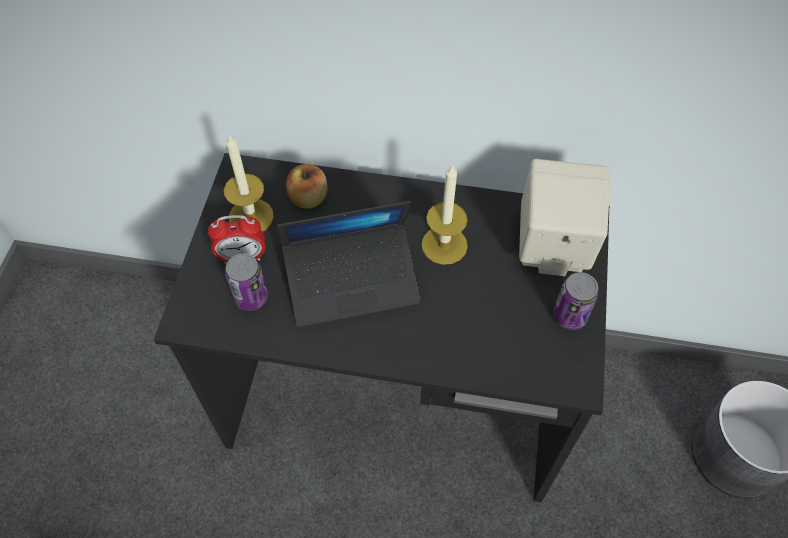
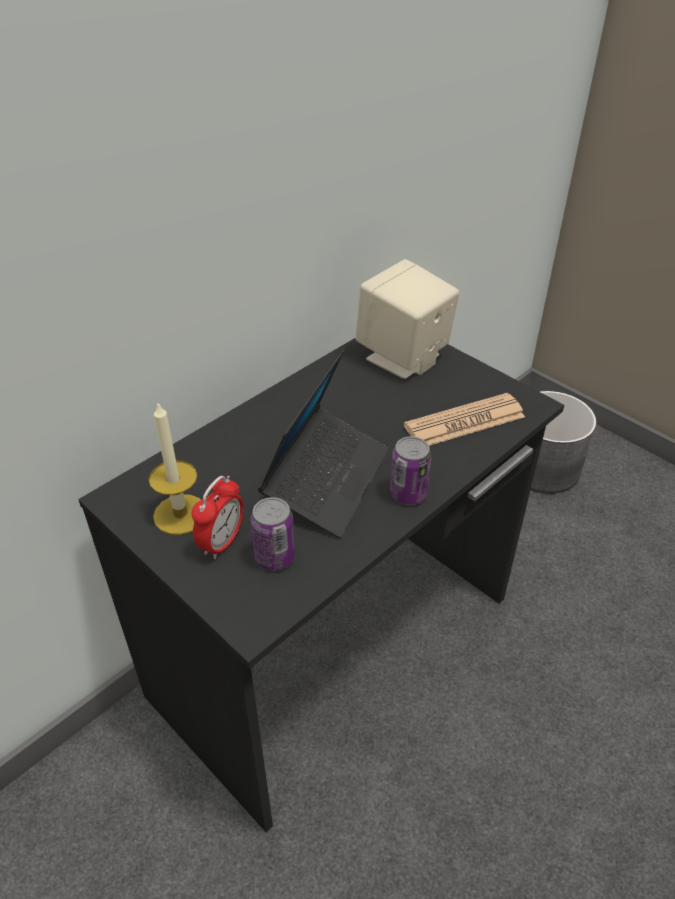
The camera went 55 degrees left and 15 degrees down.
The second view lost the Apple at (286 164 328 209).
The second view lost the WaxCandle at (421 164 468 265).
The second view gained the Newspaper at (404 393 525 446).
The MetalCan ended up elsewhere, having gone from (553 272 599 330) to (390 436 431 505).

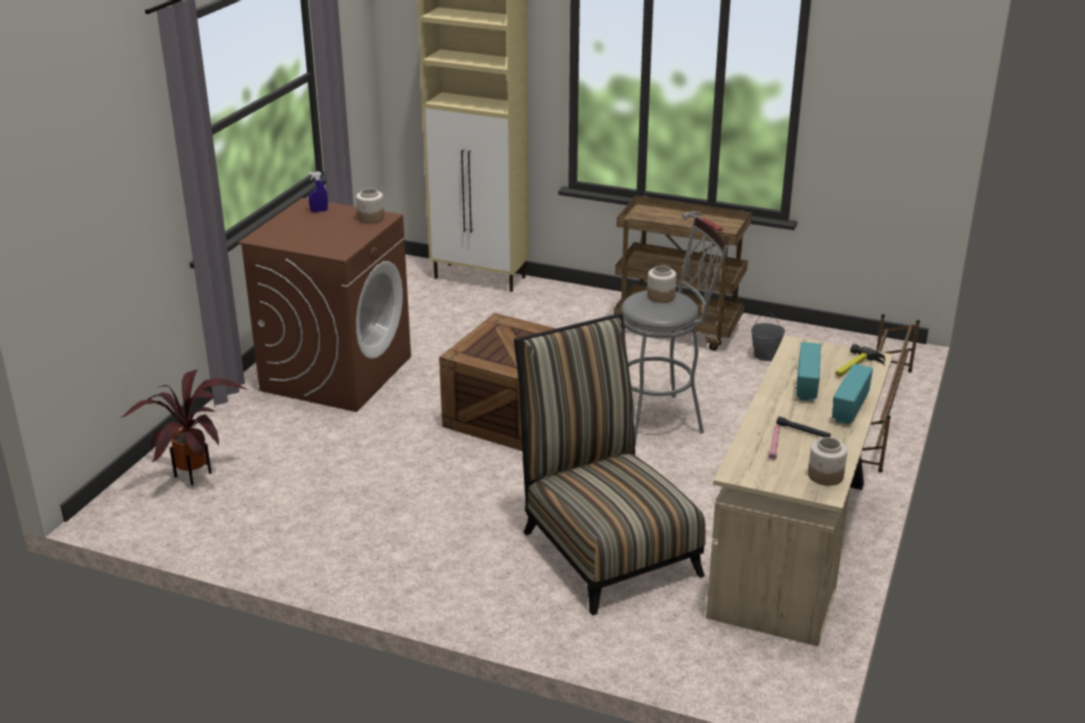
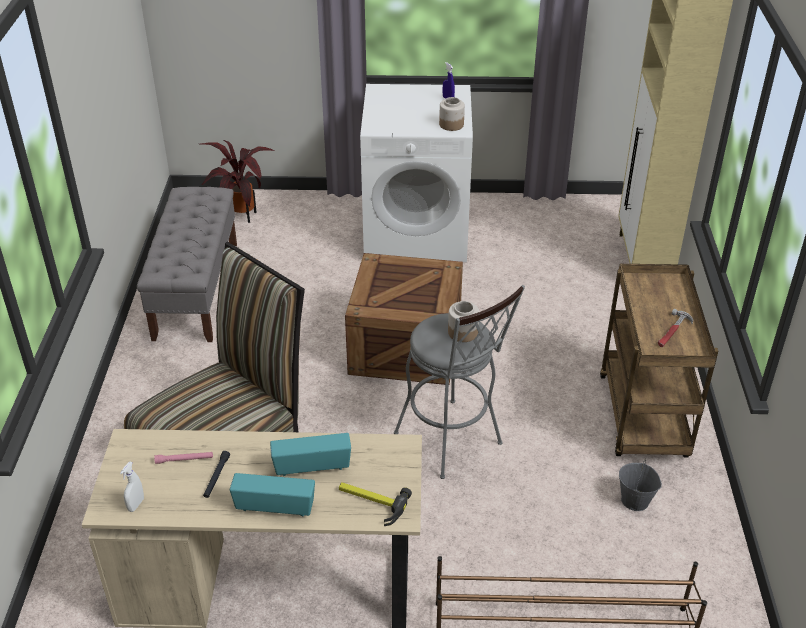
The camera went 70 degrees right and 10 degrees up.
The second view gained the GreyIndoorBench at (137 187 237 342).
Where the StorageJar stood at (808 437 847 486), the WhiteSprayBottle came to stand at (120 462 144 512).
What was the BrownWashingMachine at (238 198 411 412) turned into the WhiteWashingMachine at (360 84 473 262).

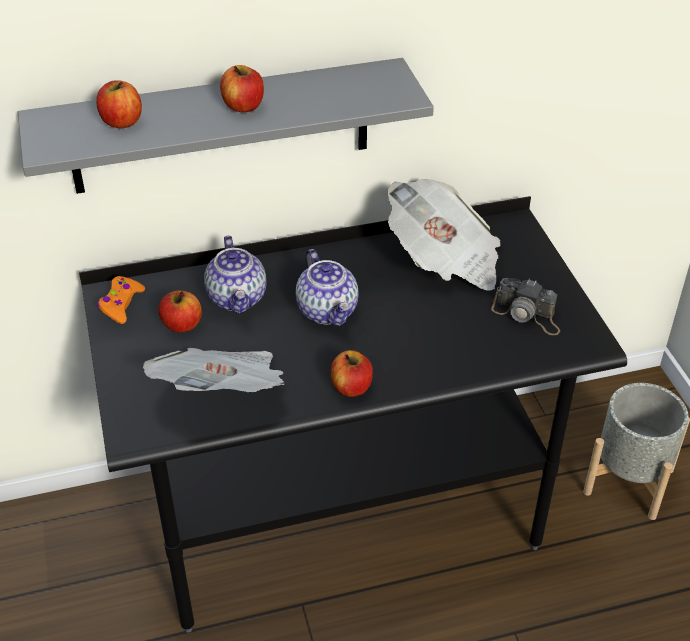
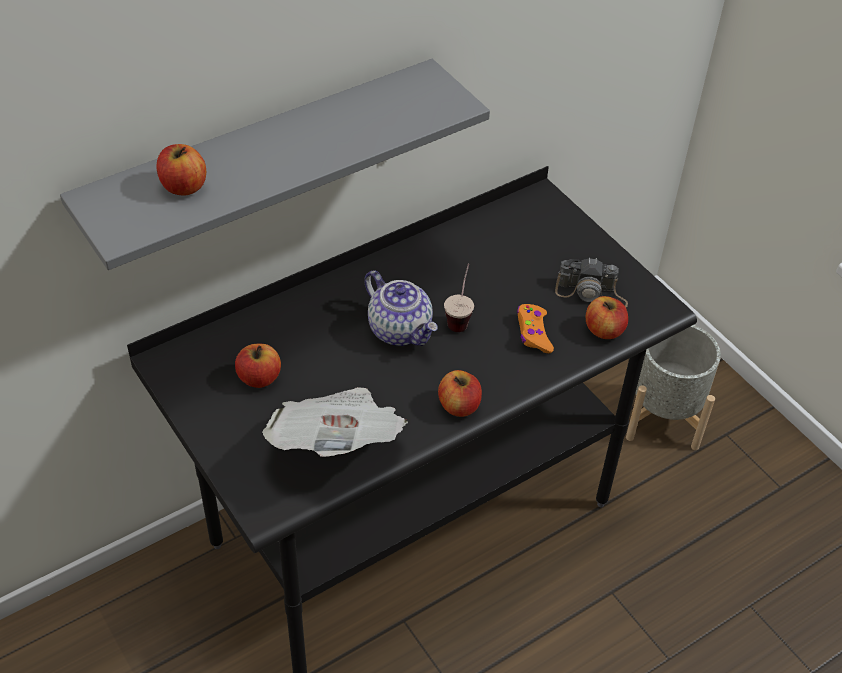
The camera went 20 degrees left and 5 degrees up.
The second view lost the TeaPot at (204 236 266 314).
The second view lost the Newspaper at (388 179 500 291).
The second view gained the DrinkingCup at (444 263 474 332).
The OrangeGamepad ended up elsewhere, having gone from (97 276 145 324) to (517 304 554 353).
The Apple ended up elsewhere, having gone from (220 65 264 112) to (586 296 628 339).

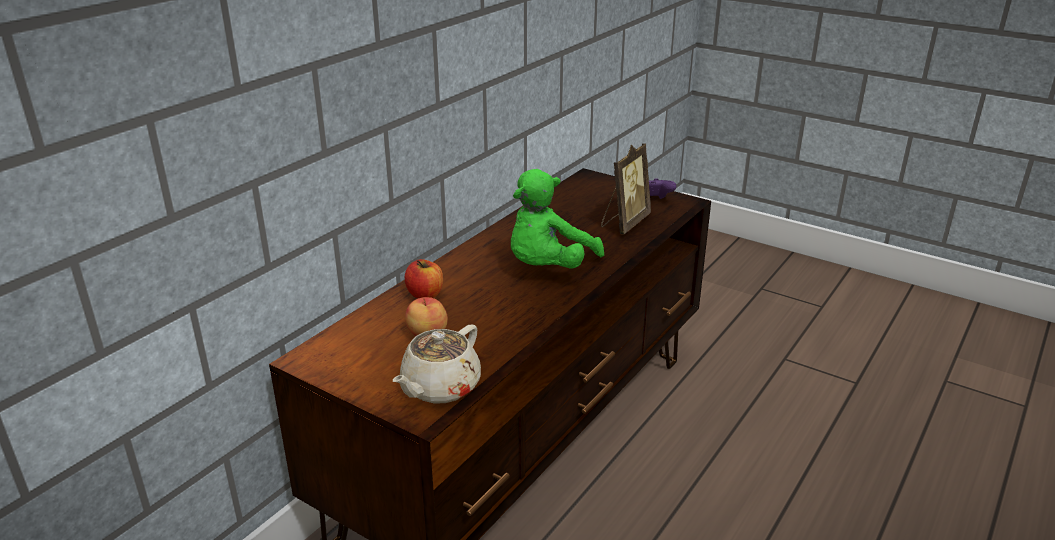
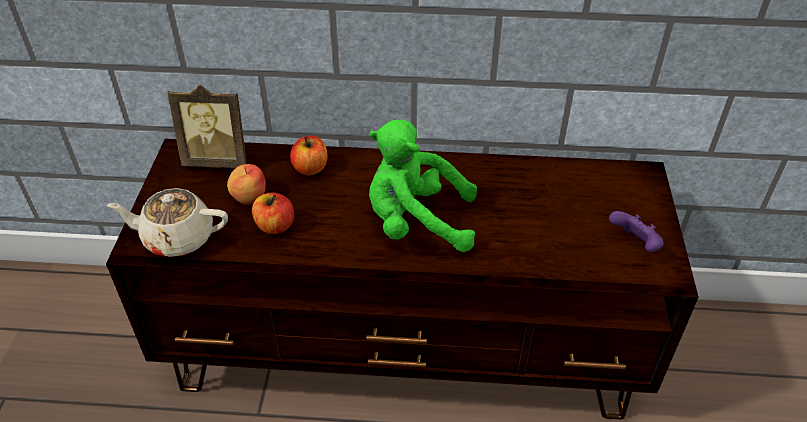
The camera went 60 degrees right and 15 degrees up.
The second view gained the Apple at (252 193 294 234).
The StandingFrame ended up elsewhere, having gone from (601 143 651 235) to (168 85 247 168).

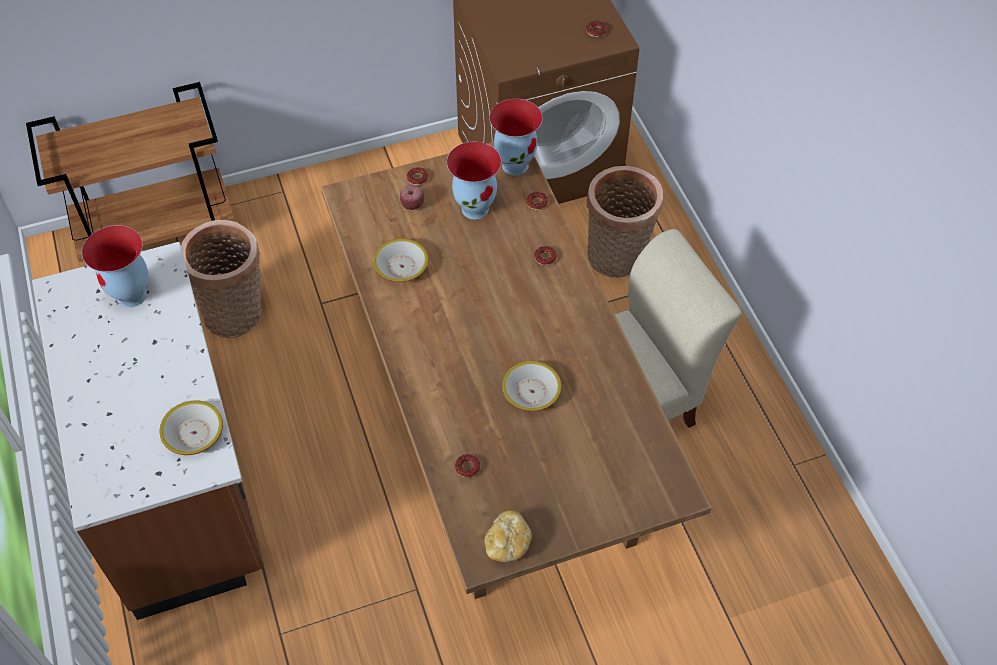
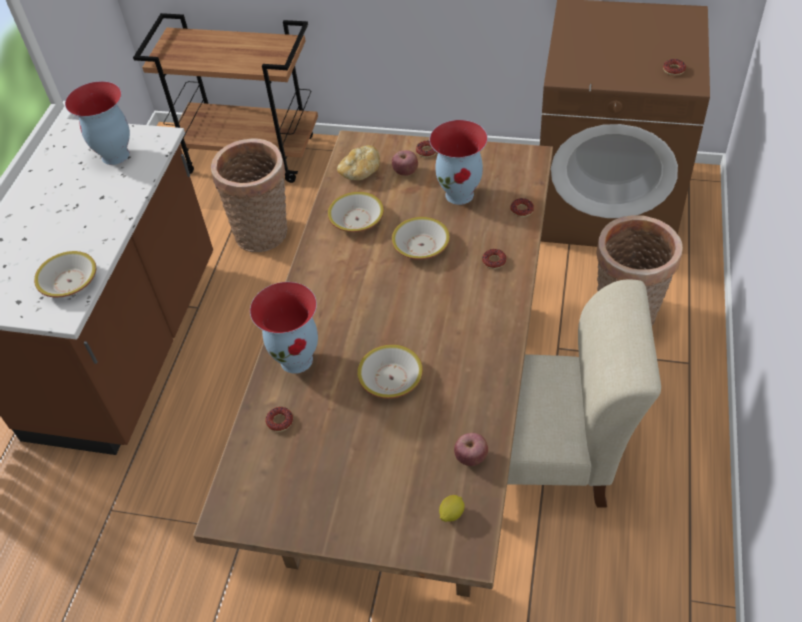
The camera went 35 degrees right and 5 degrees down.
The second view gained the Bowl at (392 217 450 260).
The second view gained the Lemon at (439 495 465 522).
The second view gained the Apple at (454 433 488 466).
The BakedBread ended up elsewhere, having gone from (484 510 532 562) to (337 145 380 180).
The DecorativeVase ended up elsewhere, having gone from (489 99 543 176) to (250 282 318 374).

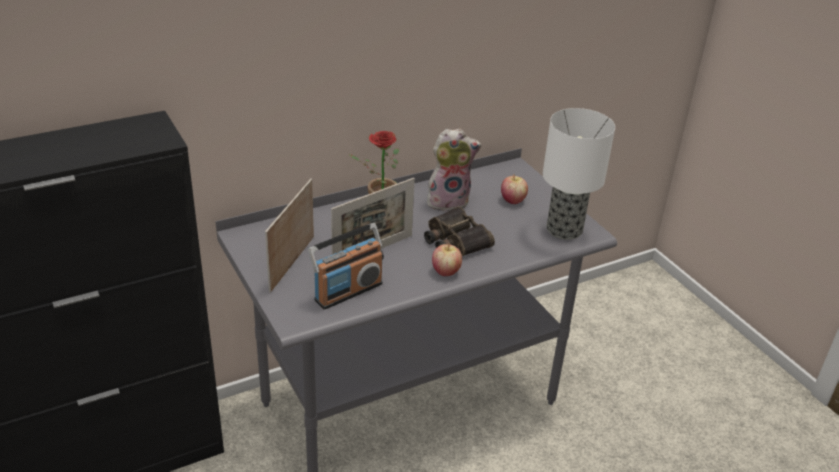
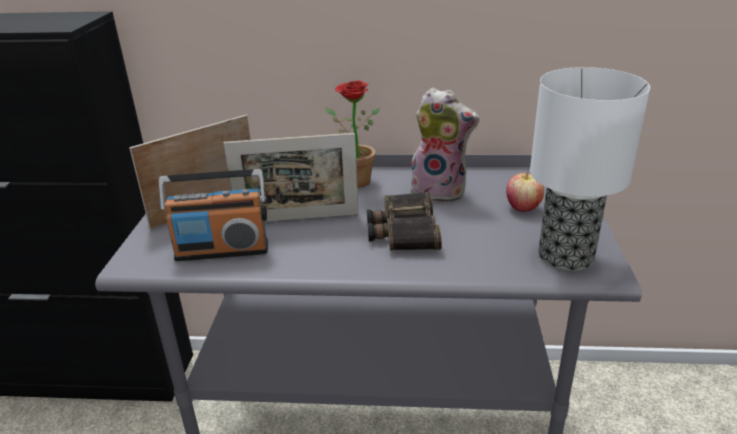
The camera went 35 degrees right and 5 degrees down.
The second view lost the Apple at (432 243 462 276).

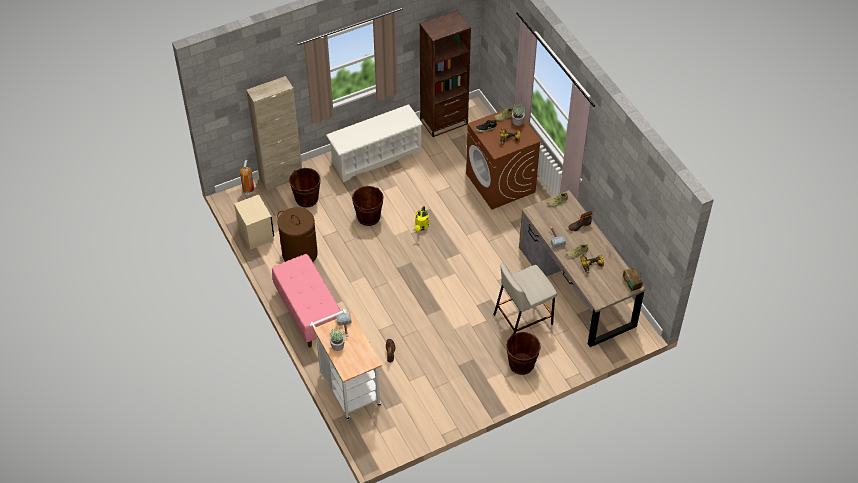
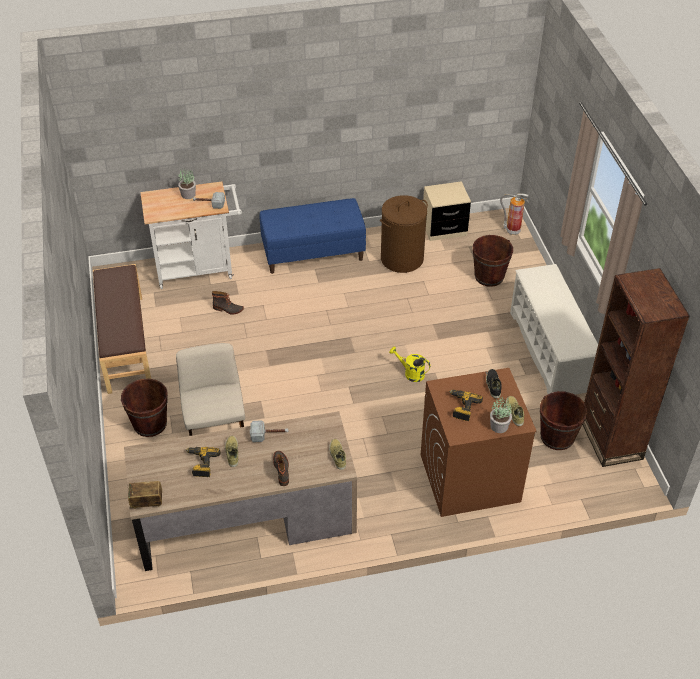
The camera went 105 degrees right and 5 degrees down.
The second view lost the SandColouredCabinet at (246 76 302 191).
The second view gained the BrownIndoorBench at (93 264 151 394).
The BrownPail ended up elsewhere, having gone from (352 186 384 226) to (540 391 587 450).
What was the PinkColouredIndoorBench at (272 254 341 348) turned into the BluishIndoorBench at (259 198 366 274).

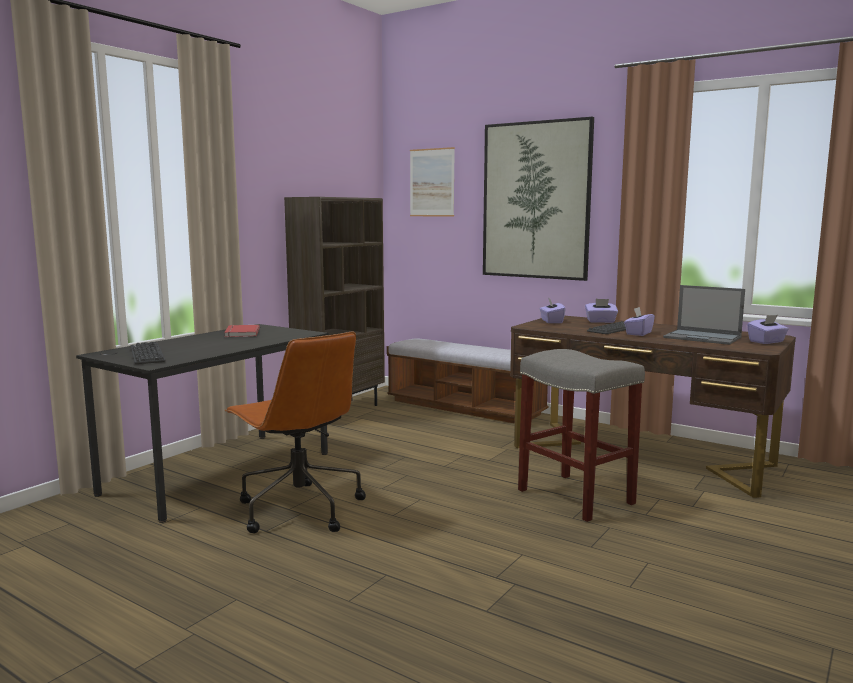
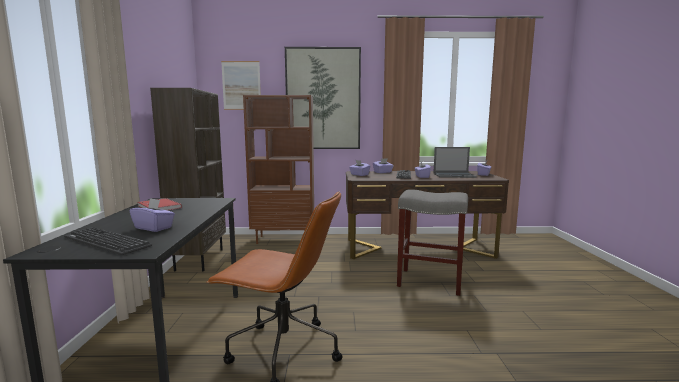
The camera went 35 degrees left and 0 degrees up.
The second view gained the PurpleColouredTissueBox at (130 198 175 232).
Where the IndoorBench stood at (387 338 548 423), the BrownBookcase came to stand at (243 95 314 244).

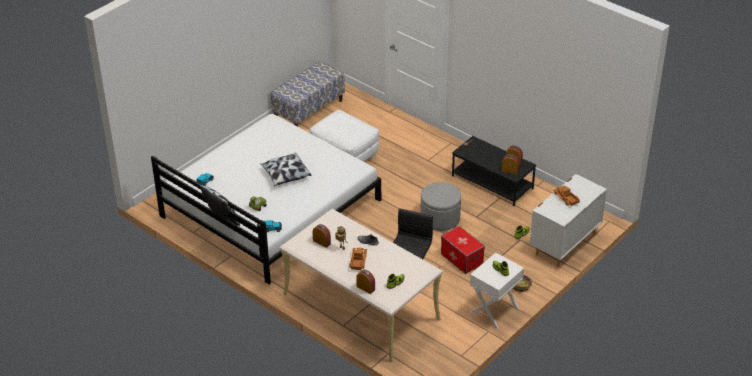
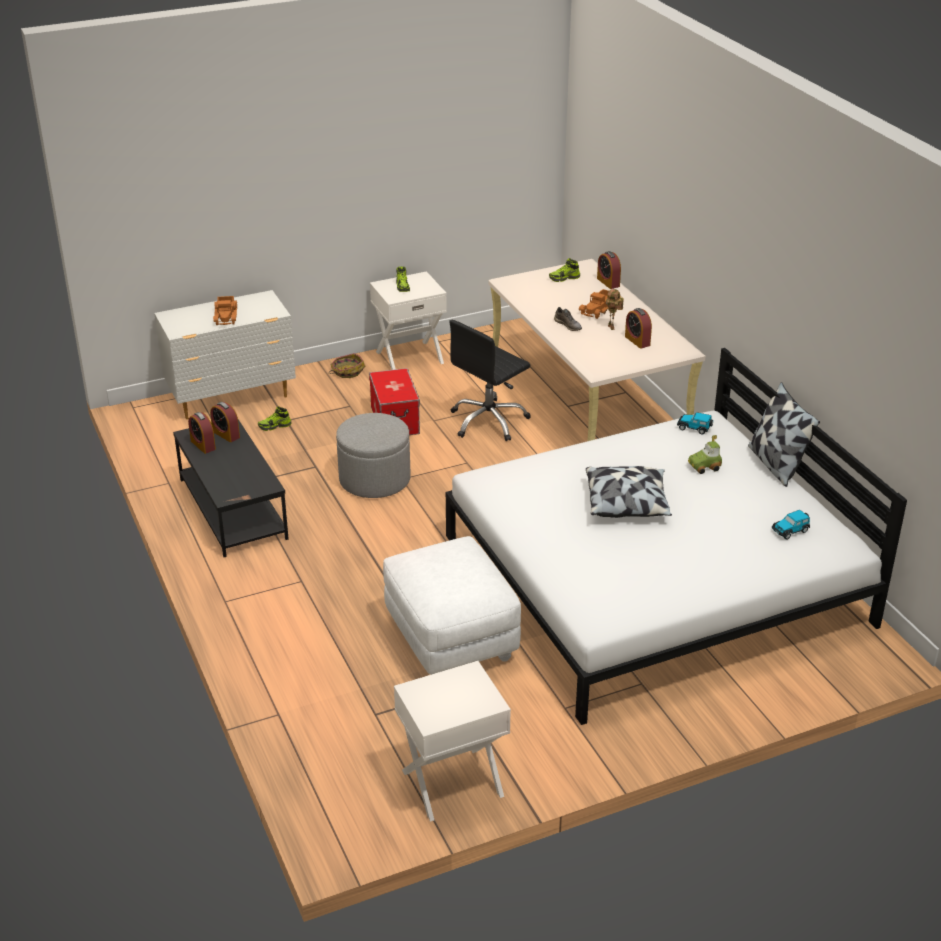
The camera went 155 degrees left and 5 degrees down.
Where the IndoorBench stood at (270 62 345 127), the WhiteNightstand came to stand at (394 661 511 822).

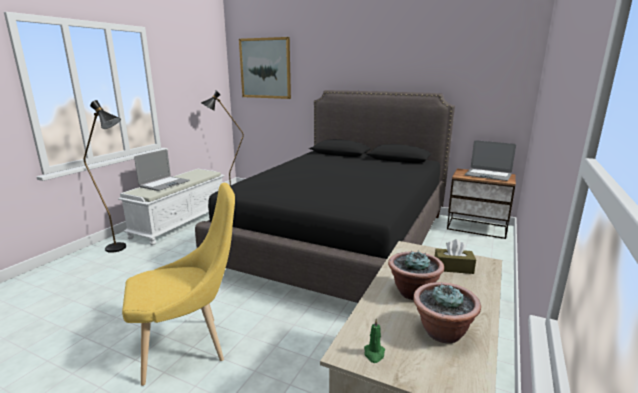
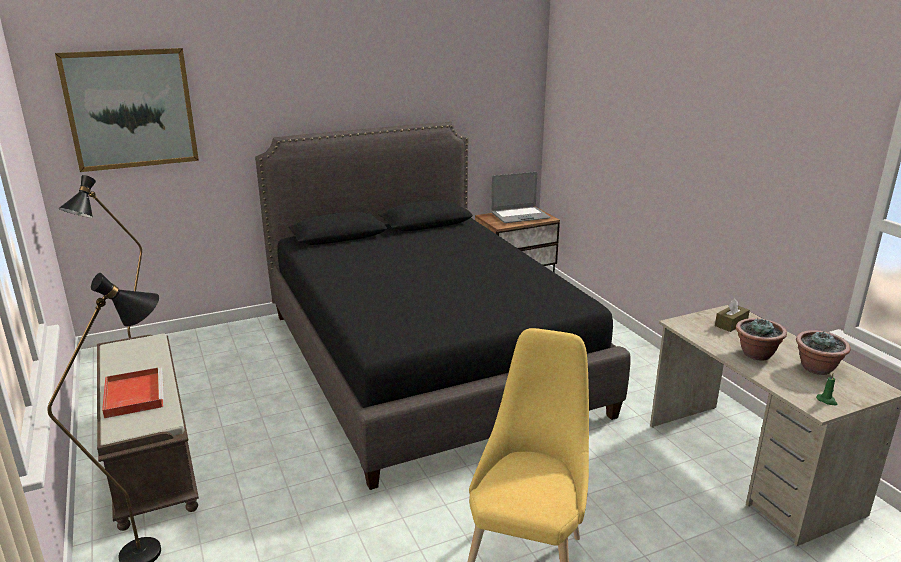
The camera went 50 degrees left and 5 degrees up.
Where the NotebookComputer stood at (134 149 190 191), the RedServingTray came to stand at (102 367 164 418).
What was the WhiteIndoorBench at (118 169 225 245) turned into the BrownIndoorBench at (97 333 199 531).

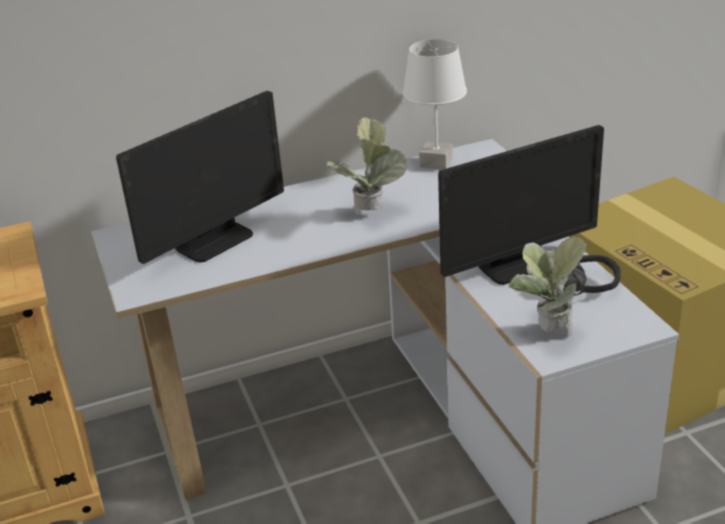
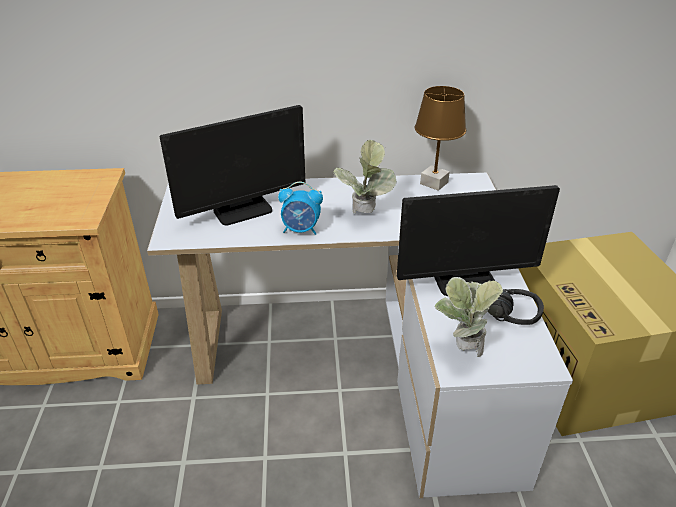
The camera went 15 degrees right and 5 degrees up.
The second view gained the AlarmClock at (278 182 323 235).
What was the WhiteLampForATable at (403 39 467 169) turned into the BrownLampForATable at (415 86 466 191).

